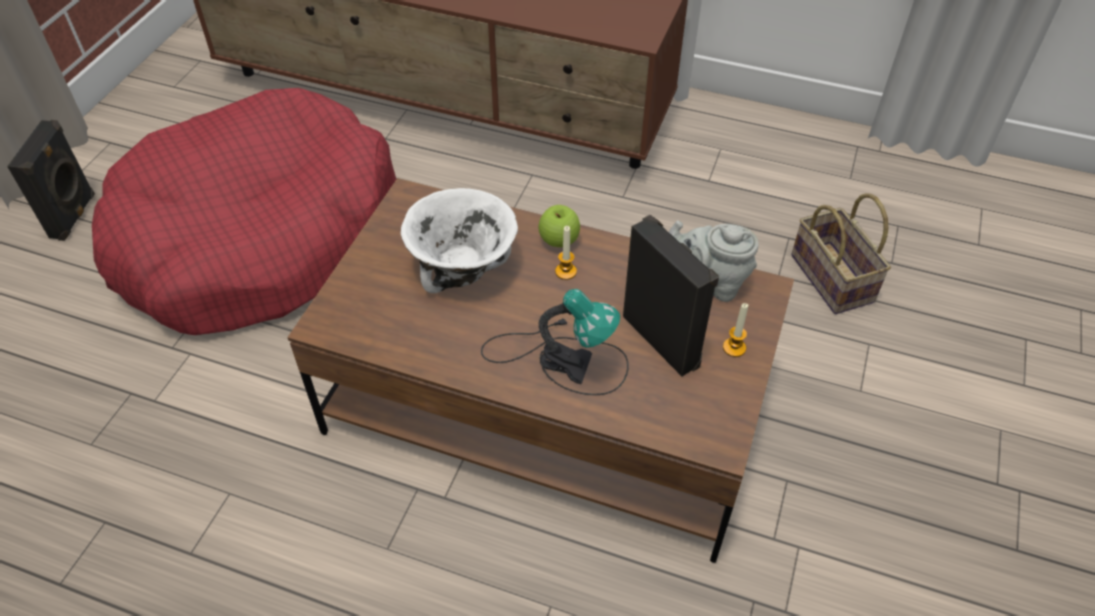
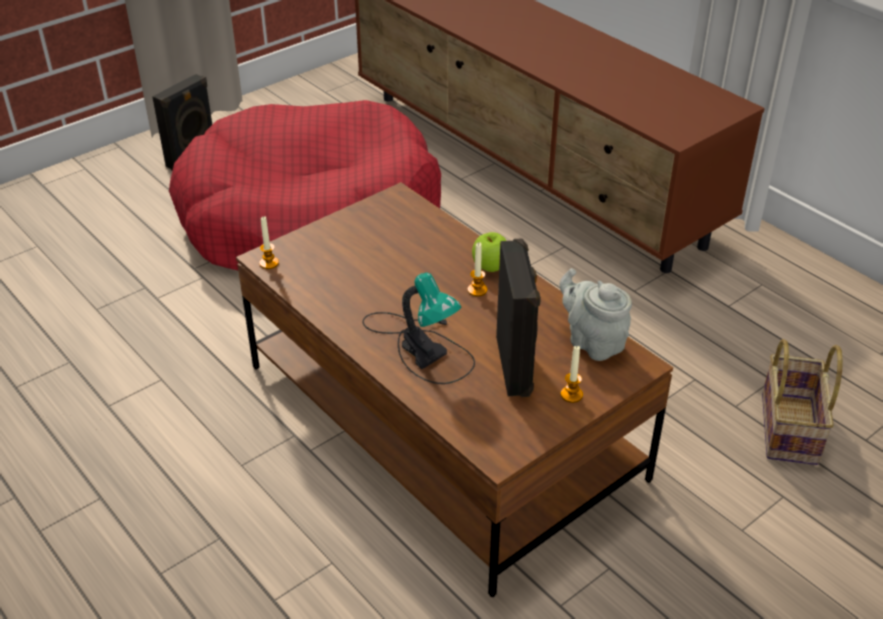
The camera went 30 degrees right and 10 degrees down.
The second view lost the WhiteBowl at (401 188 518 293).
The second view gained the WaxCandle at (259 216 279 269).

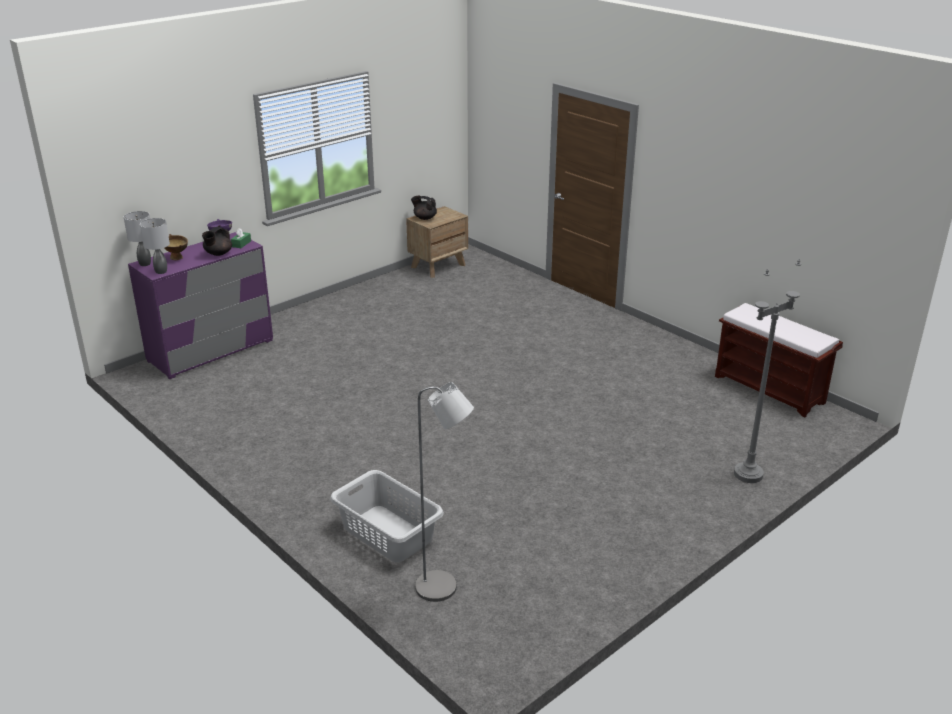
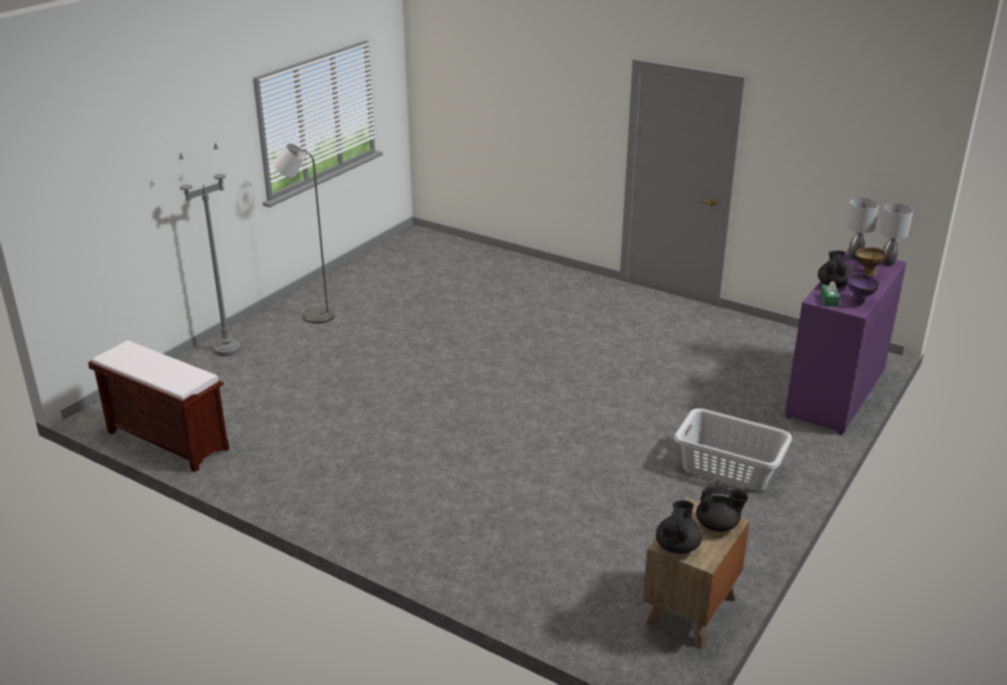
The camera went 165 degrees right and 0 degrees up.
The second view gained the BlackishTeaPot at (656 501 702 554).
The GreyWashingBasket ended up elsewhere, having gone from (330 470 444 563) to (674 408 792 491).
The GreyFloorLamp ended up elsewhere, having gone from (415 382 474 602) to (273 143 335 324).

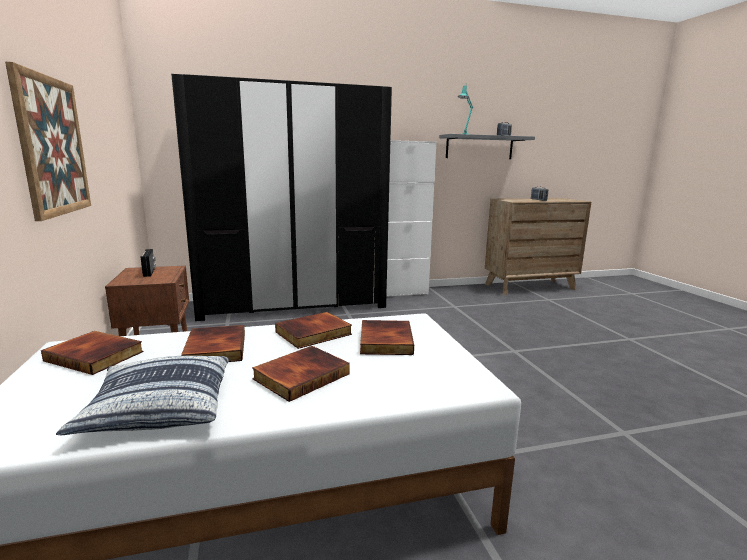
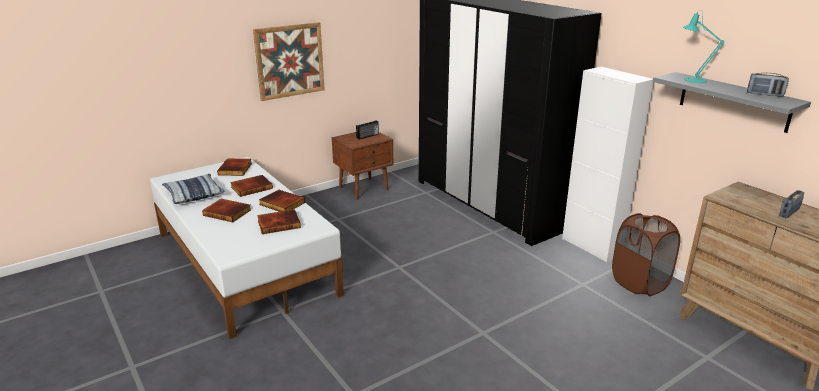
The camera went 70 degrees right and 10 degrees up.
The second view gained the BrownWashingBasket at (612 213 680 296).

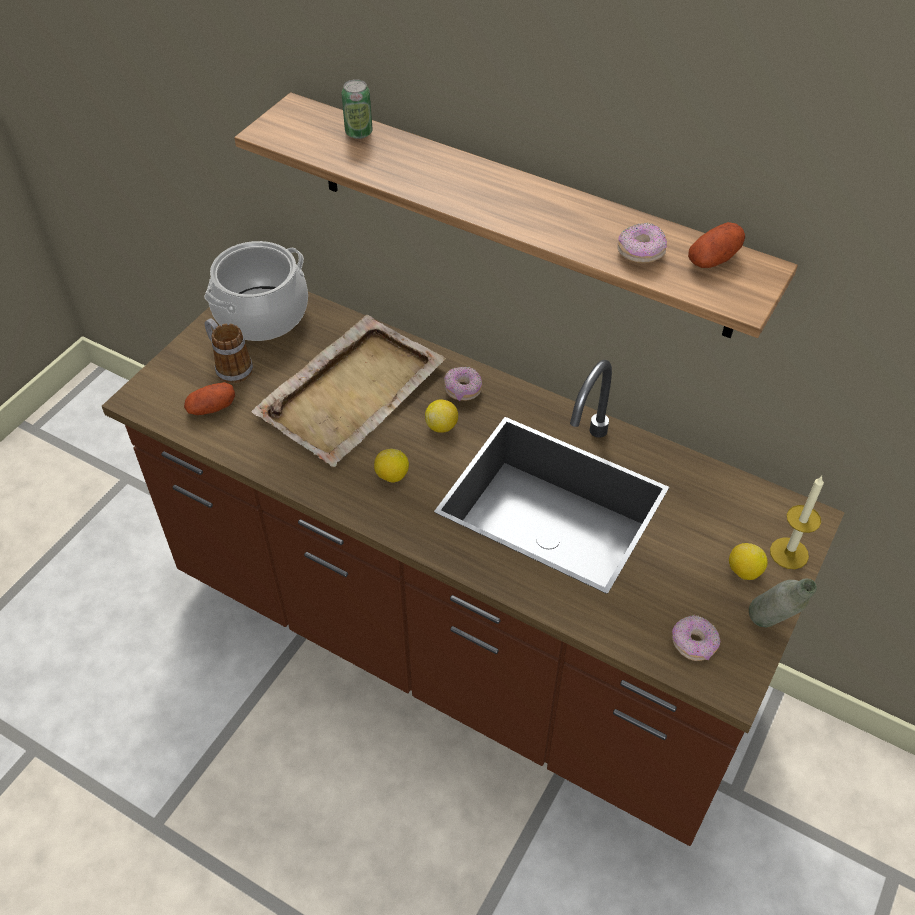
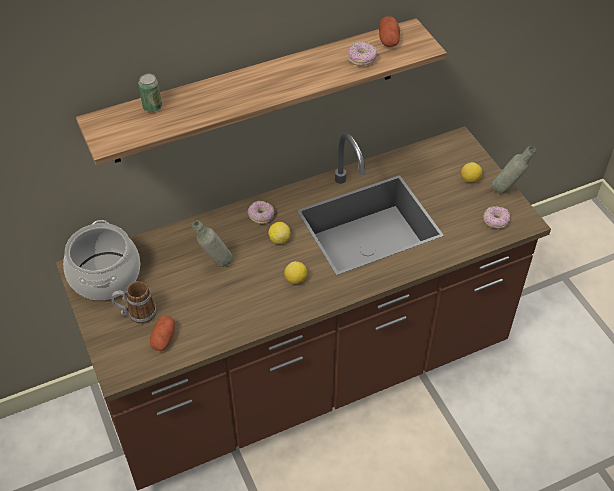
The camera went 55 degrees left and 0 degrees up.
The second view lost the WaxCandle at (770 476 824 569).
Where the SandColouredServingTray stood at (252 315 446 467), the GreyBottle came to stand at (192 220 232 267).

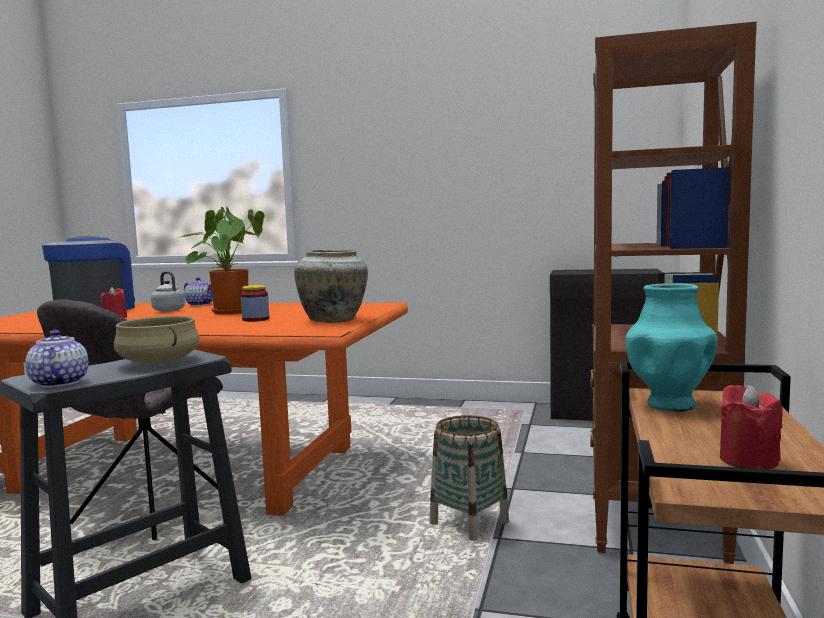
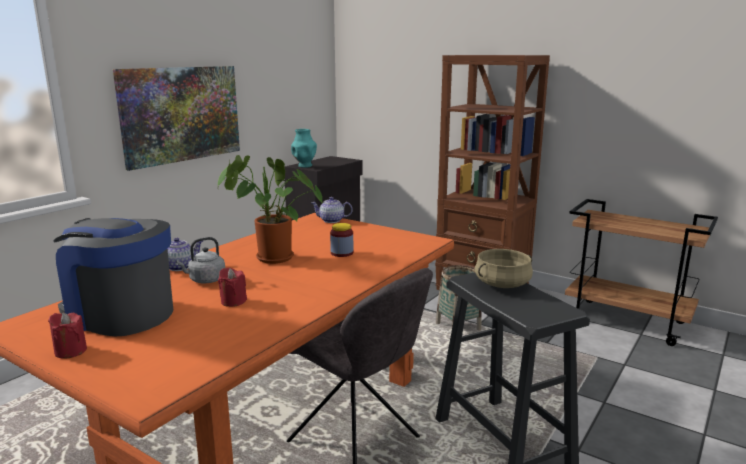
The camera went 70 degrees left and 10 degrees up.
The second view lost the SandColouredDecorativeVase at (294 250 368 323).
The second view gained the Picture at (113 66 240 171).
The TeaPot ended up elsewhere, having gone from (25 330 89 388) to (311 197 353 223).
The TurquoiseDecorativeVase ended up elsewhere, having gone from (626 283 718 412) to (291 129 317 168).
The RedWaxCandle ended up elsewhere, having gone from (720 384 783 469) to (48 313 87 359).

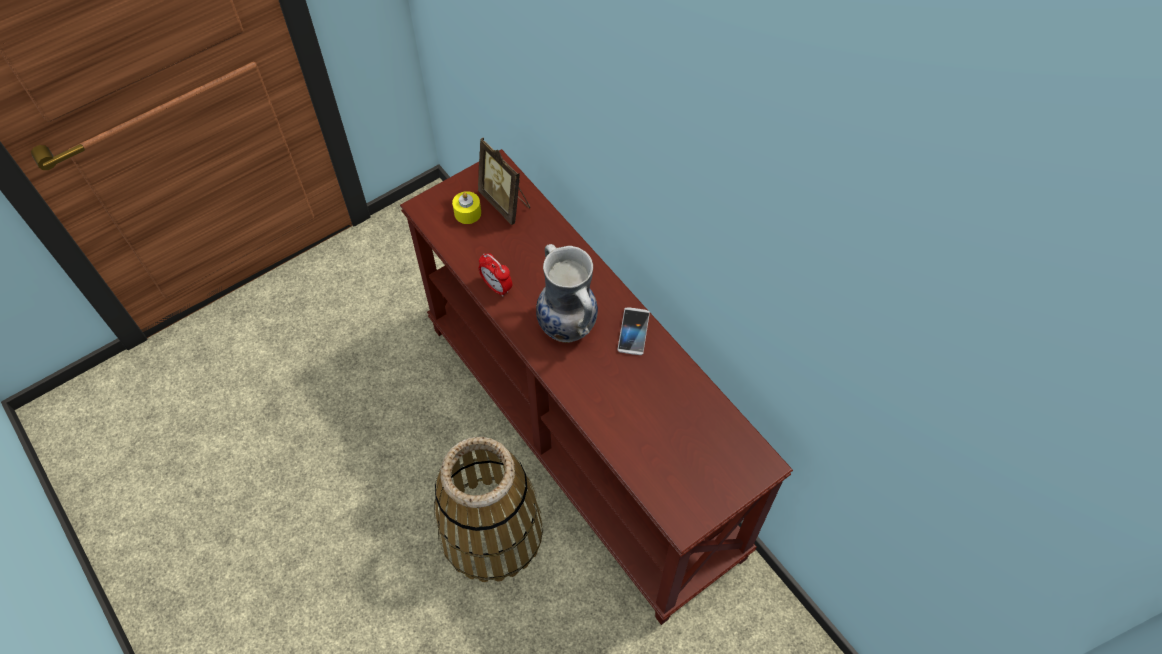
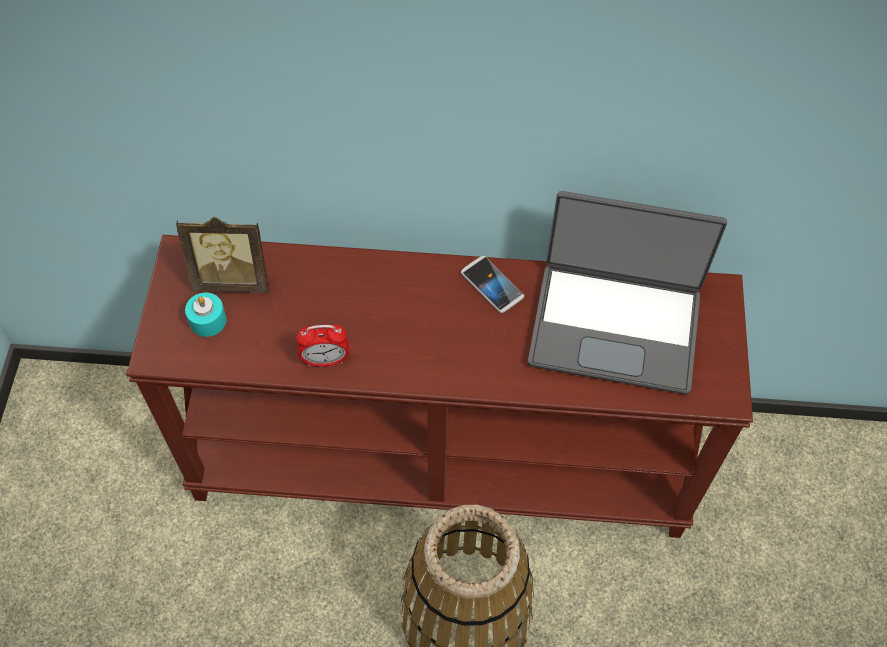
The camera went 50 degrees left and 0 degrees up.
The second view lost the DecorativeVase at (536 244 598 343).
The second view gained the NotebookComputer at (528 191 727 394).
What was the YellowColouredWaxCandle at (452 191 481 224) turned into the TurquoiseWaxCandle at (185 292 227 337).

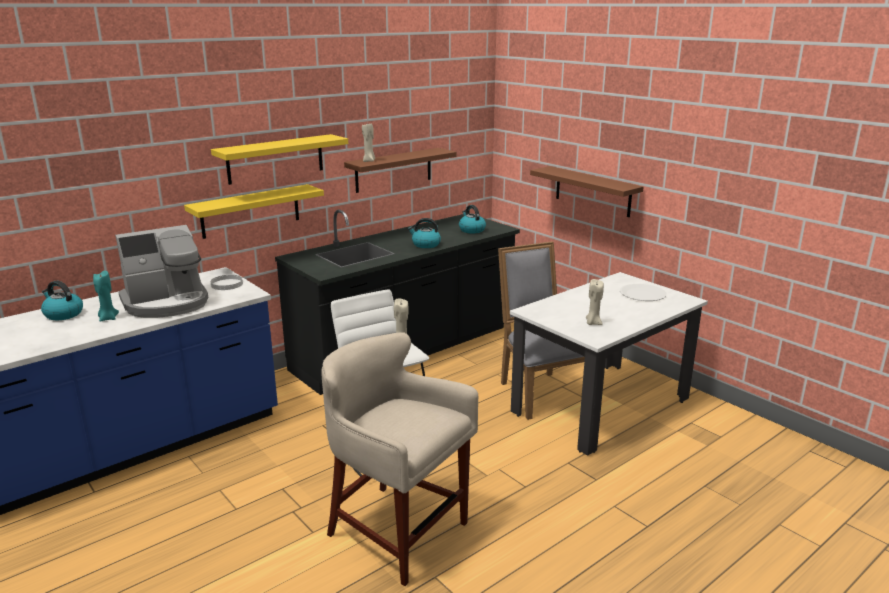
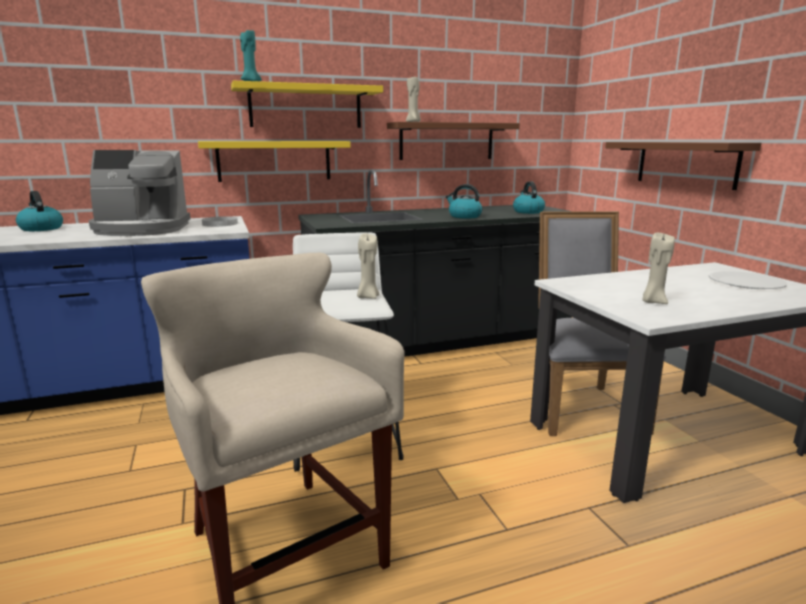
The camera went 20 degrees right and 5 degrees down.
The TurquoiseWaxCandle ended up elsewhere, having gone from (93 271 119 321) to (240 30 262 81).

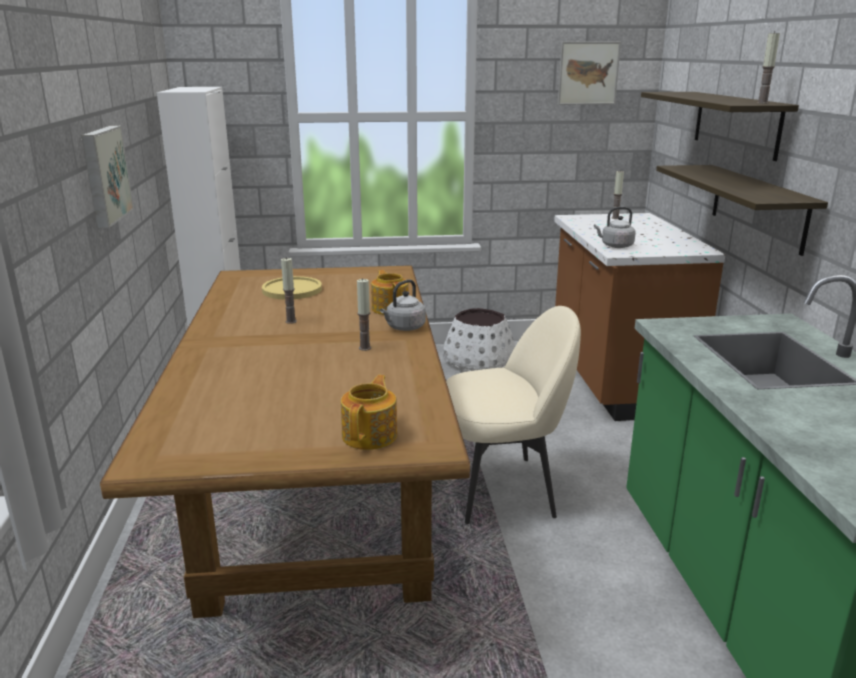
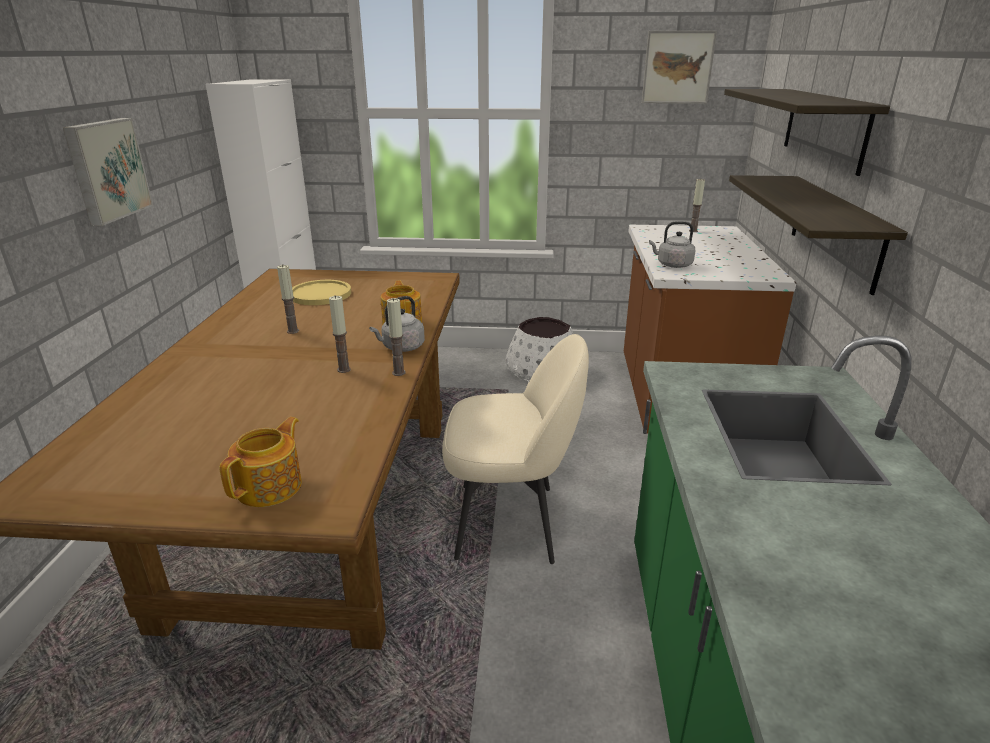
The camera went 10 degrees right and 5 degrees up.
The WaxCandle ended up elsewhere, having gone from (757 31 780 104) to (387 298 406 376).

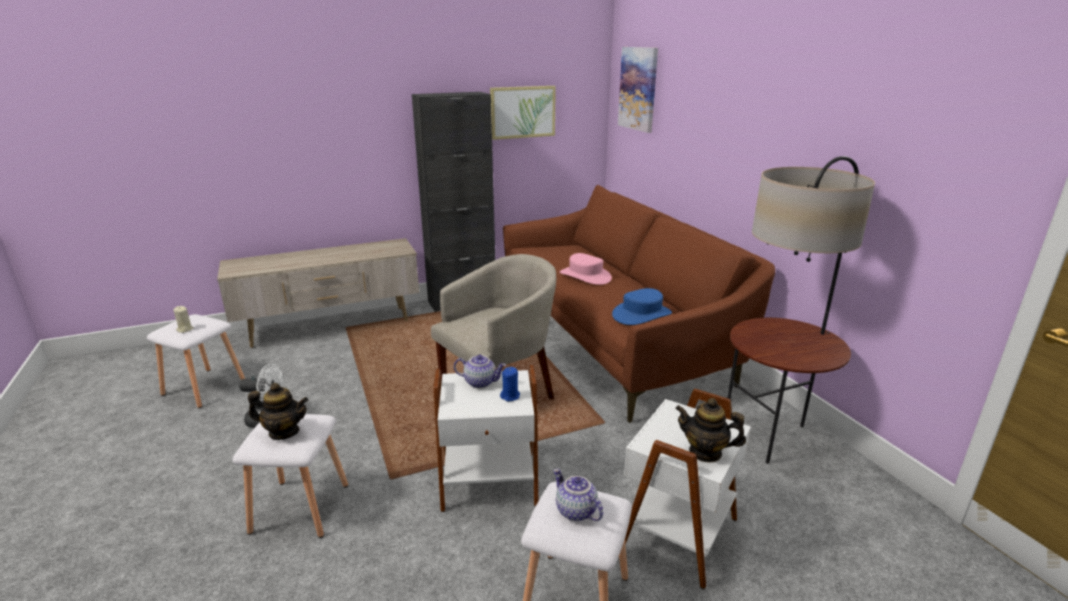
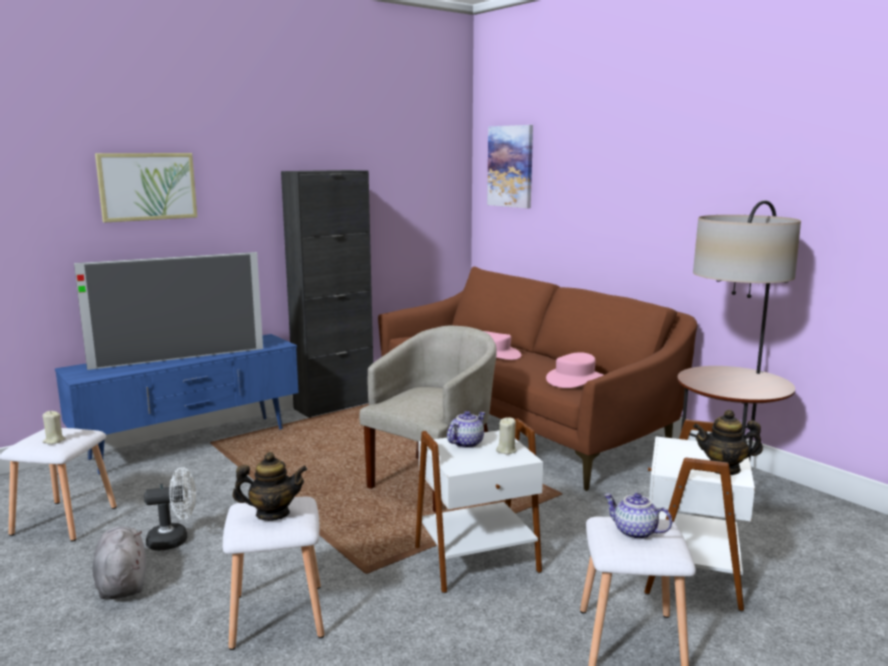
The camera went 15 degrees left and 10 degrees down.
The second view gained the Television at (74 252 263 370).
The second view gained the GreySoftToy at (92 526 146 599).
The Picture ended up elsewhere, having gone from (490 86 556 140) to (95 153 197 223).
What was the SandColouredTvUnit at (217 238 419 348) turned into the BluishTvUnit at (55 334 299 474).
What was the BluishWaxCandle at (500 367 520 401) turned into the SandColouredWaxCandle at (496 417 517 454).
What was the BluishHat at (612 288 672 325) turned into the PinkColouredHat at (546 352 604 388).
The TeaPot at (454 355 506 388) ended up facing another way, 45 degrees counterclockwise from before.

